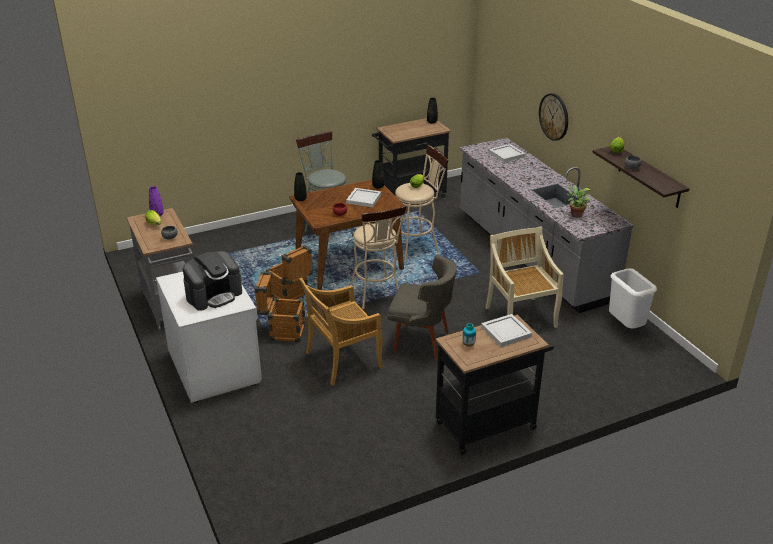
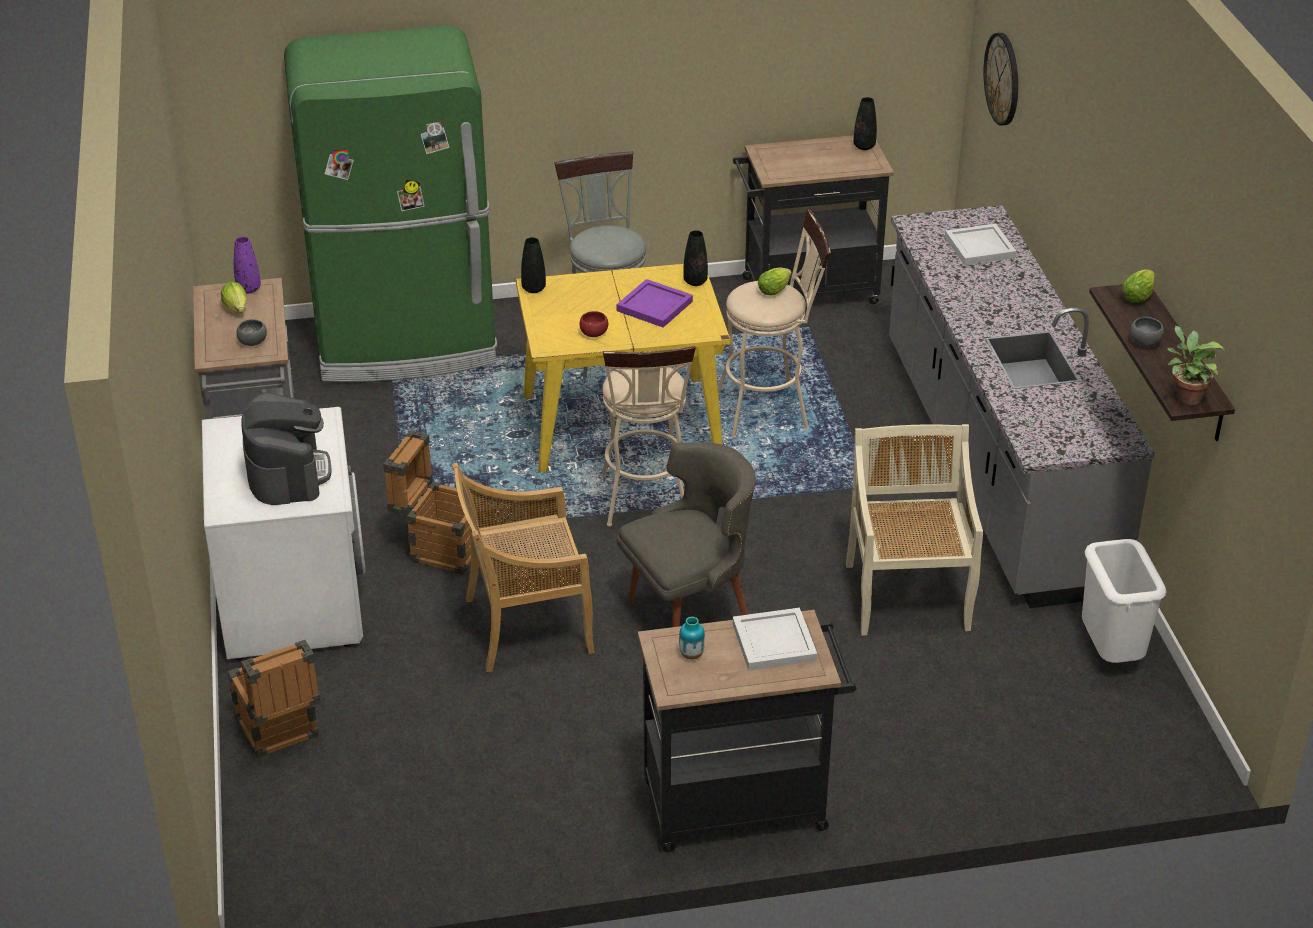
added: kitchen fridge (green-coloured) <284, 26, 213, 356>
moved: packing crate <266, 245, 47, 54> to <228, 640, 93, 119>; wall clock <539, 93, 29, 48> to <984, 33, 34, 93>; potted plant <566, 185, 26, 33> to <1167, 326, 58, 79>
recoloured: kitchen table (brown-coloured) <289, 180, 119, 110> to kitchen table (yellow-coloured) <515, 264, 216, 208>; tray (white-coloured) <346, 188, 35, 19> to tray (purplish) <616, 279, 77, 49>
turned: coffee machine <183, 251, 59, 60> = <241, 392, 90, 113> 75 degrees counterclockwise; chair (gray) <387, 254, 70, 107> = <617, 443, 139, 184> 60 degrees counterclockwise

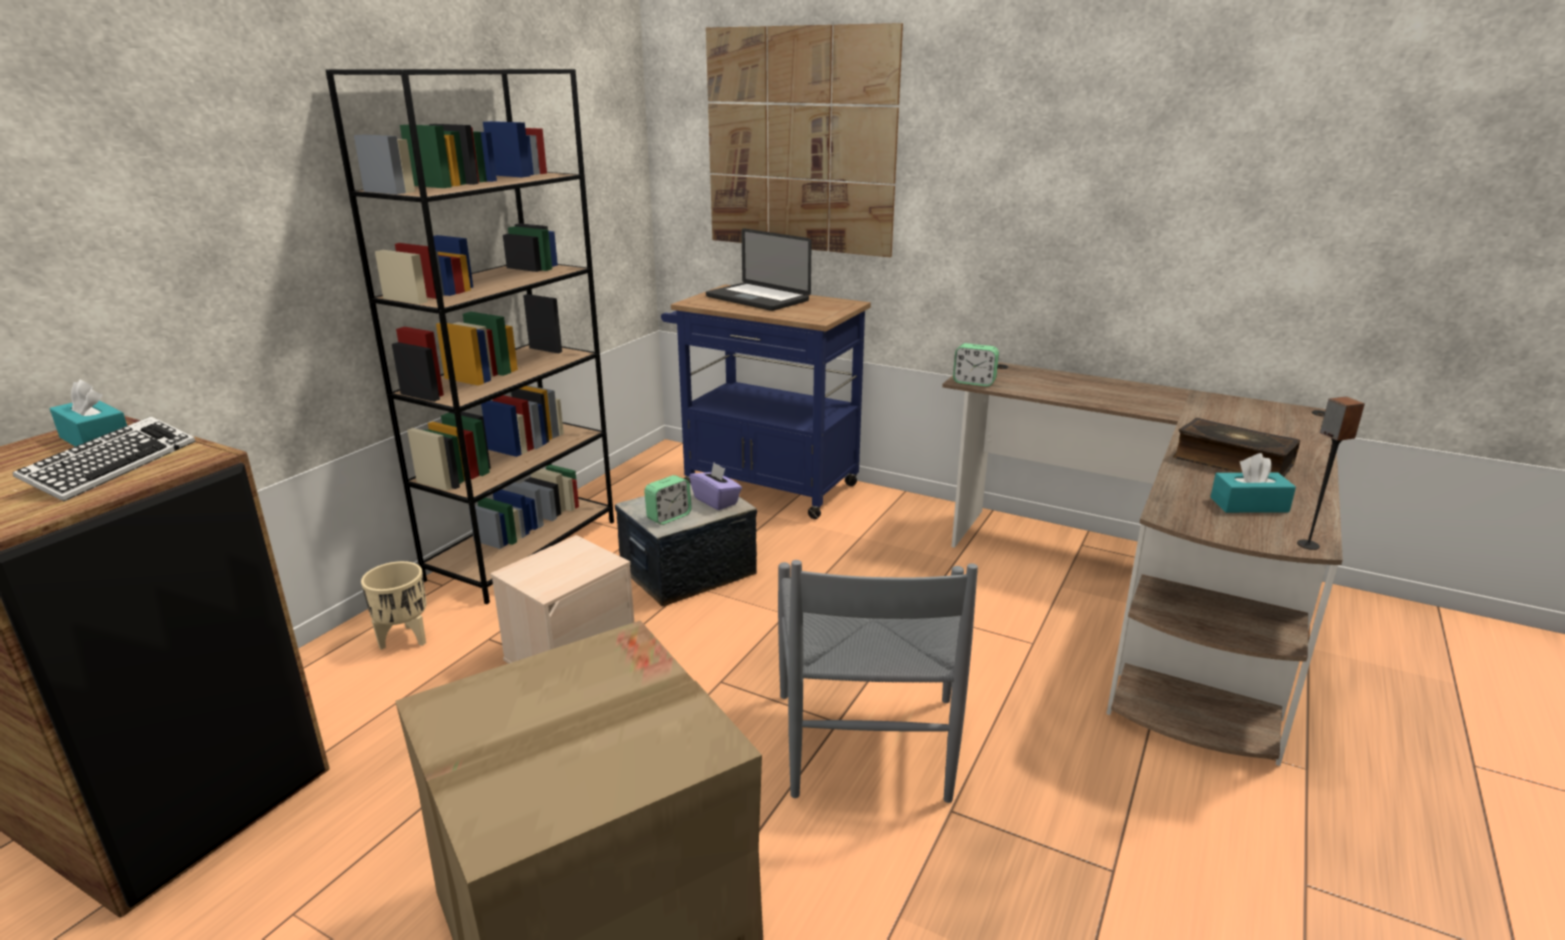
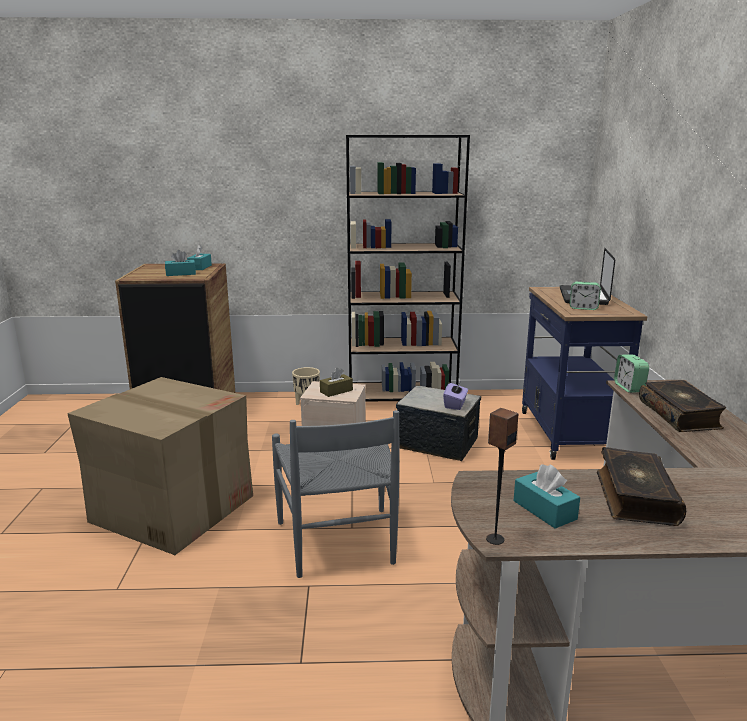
removed: picture <706, 23, 197, 234>
added: tissue holder (brown-coloured) <320, 368, 33, 29>; book <639, 380, 87, 52>
moved: alarm clock <644, 475, 47, 50> to <570, 282, 31, 28>
replaced: computer keyboard <13, 416, 182, 85> to tissue holder (turquoise-coloured) <165, 250, 31, 26>
turned: chair (gray) <778, 560, 200, 243> = <272, 410, 128, 168> 75 degrees counterclockwise

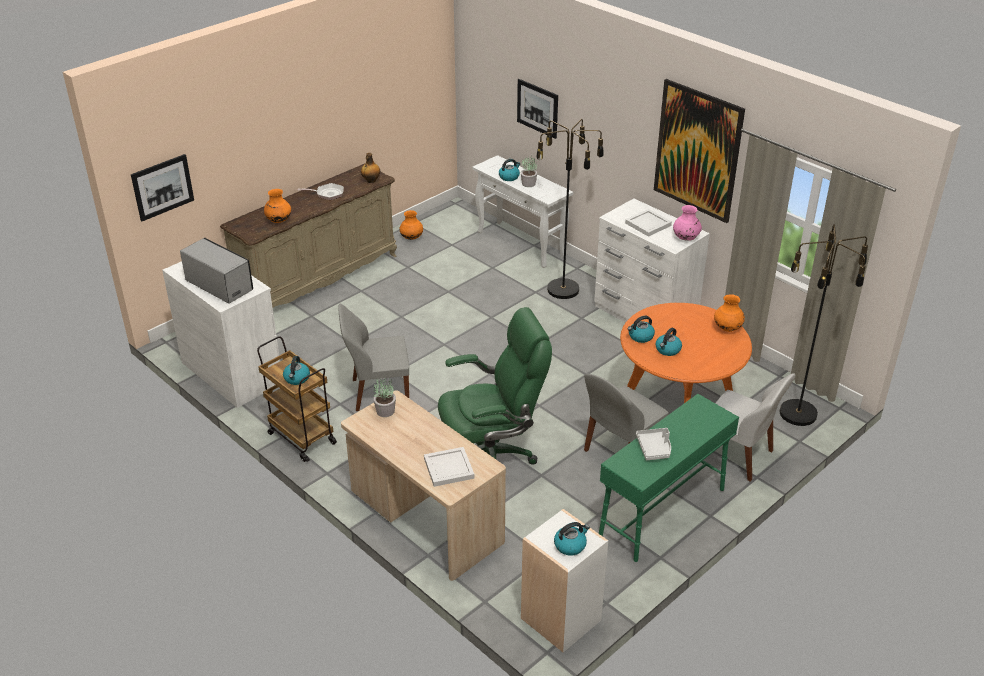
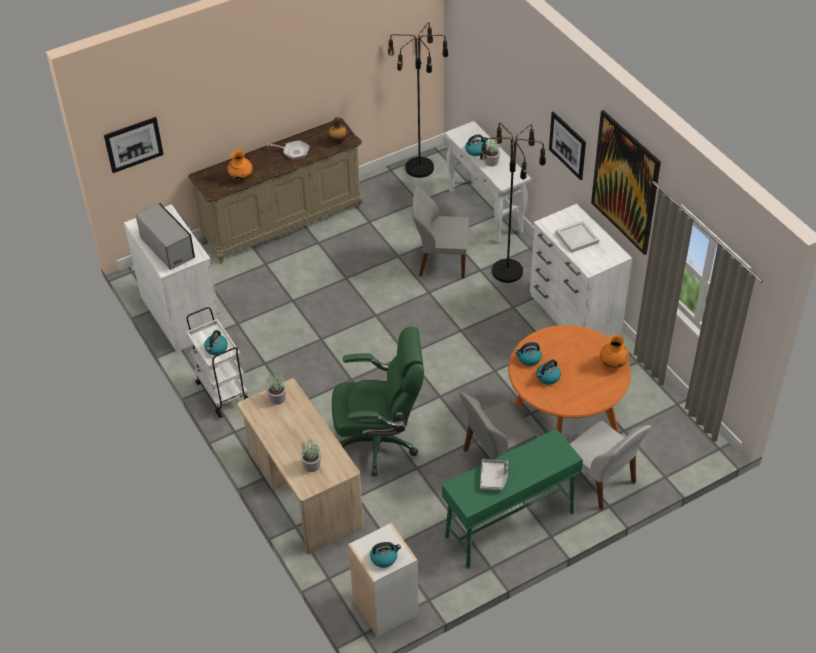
removed: vase (orange-coloured) <399, 210, 24, 30>; vase (pink-coloured) <673, 205, 29, 36>
moved: chair (gray) <338, 304, 71, 107> to <412, 186, 57, 92>; picture <517, 79, 41, 60> to <549, 111, 37, 69>; standard lamp <779, 224, 89, 202> to <388, 22, 60, 156>
replaced: tray (white-coloured) <424, 447, 51, 40> to potted plant <301, 438, 20, 34>
recoloured: cart (brown-coloured) <257, 336, 80, 126> to cart (white-coloured) <187, 307, 61, 111>

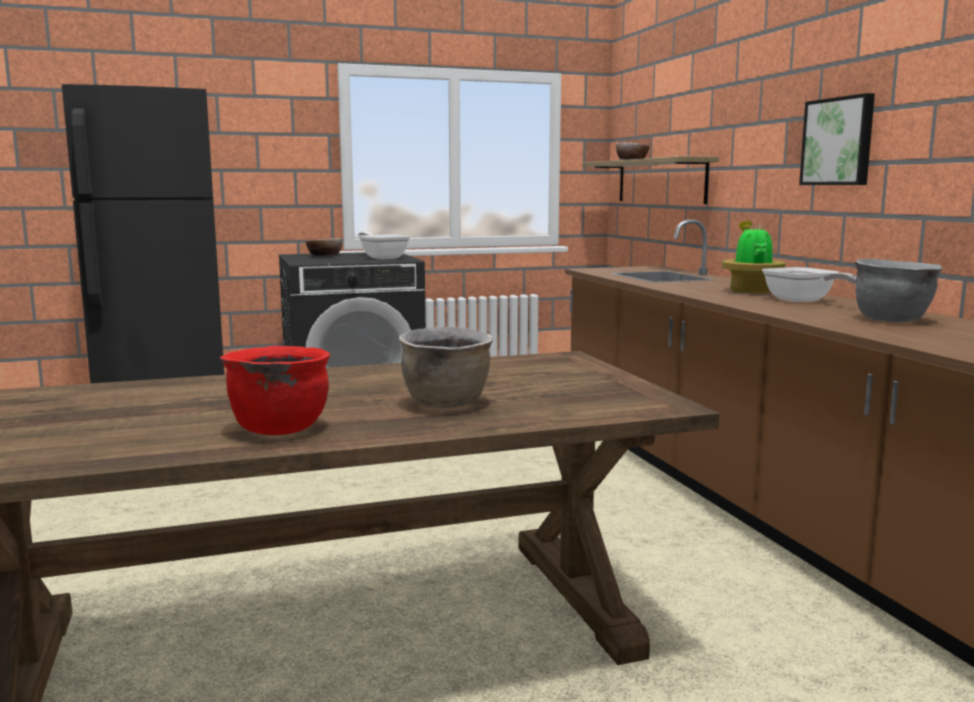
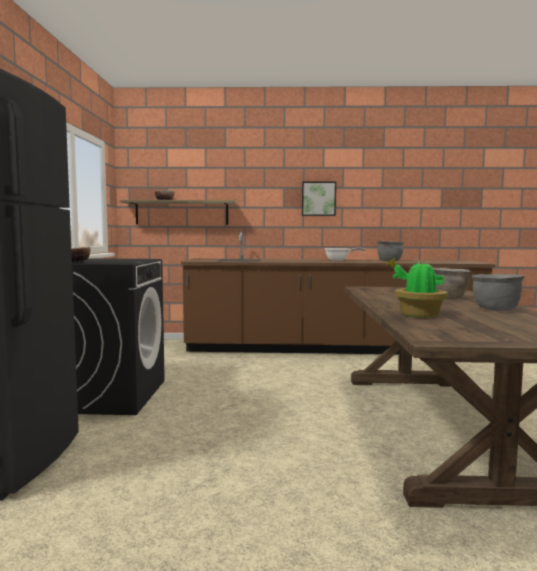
removed: skillet <358, 232, 52, 27>
moved: potted plant <722, 220, 64, 73> to <386, 258, 62, 60>
recoloured: saucepot (reddish) <220, 346, 110, 89> to saucepot (gray) <472, 274, 52, 37>

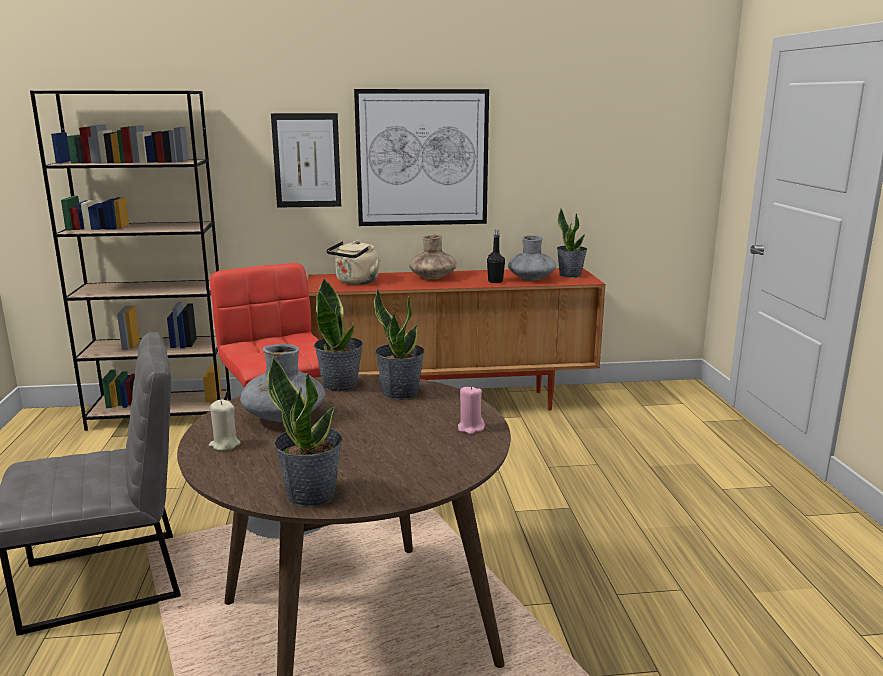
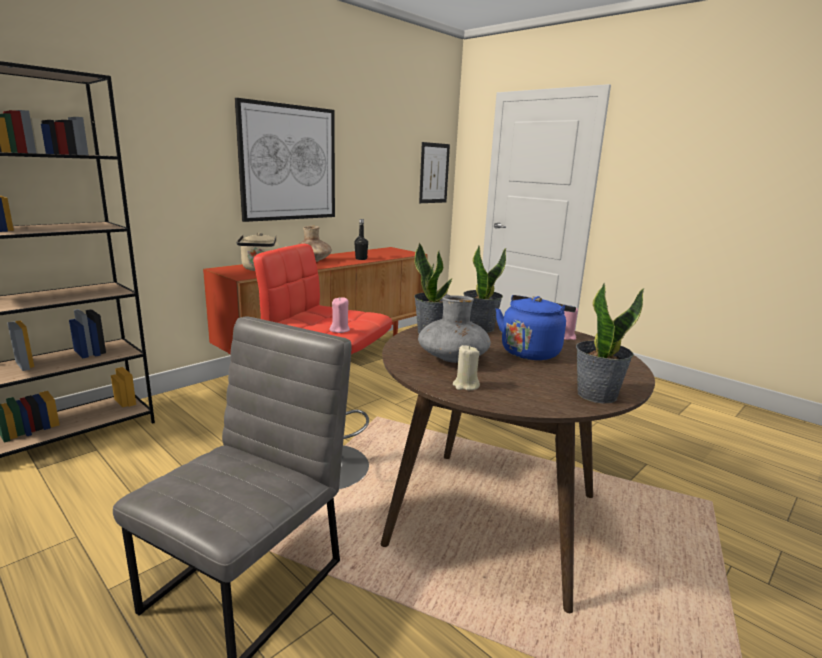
removed: vase (gray) <508, 235, 48, 46>; potted plant <557, 208, 30, 70>
added: wax candle (pink-coloured) <329, 297, 21, 36>; tea kettle (blue) <496, 295, 80, 65>
moved: picture <271, 113, 70, 95> to <419, 142, 31, 61>

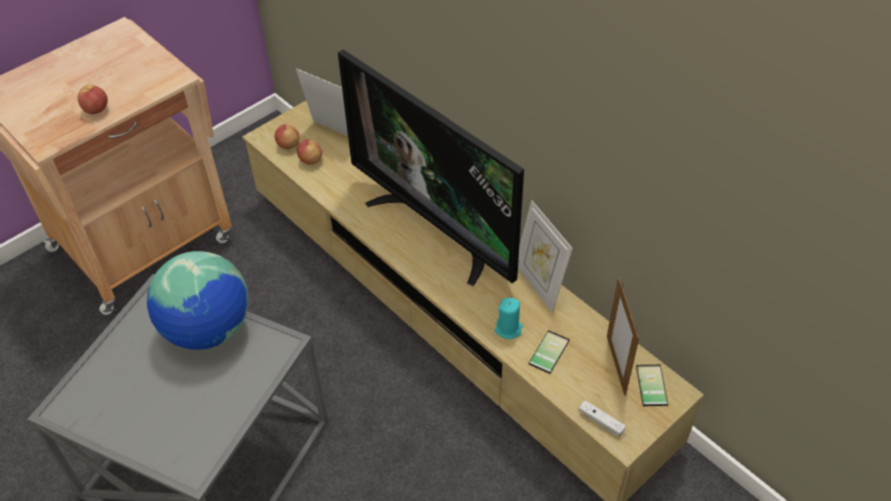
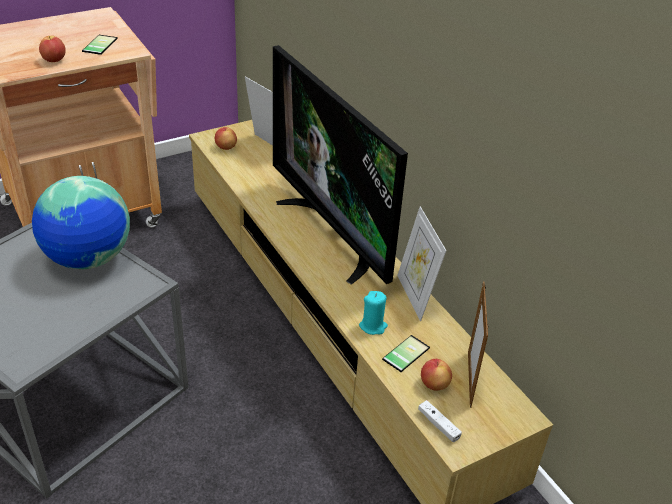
moved: whole apple <297, 139, 25, 26> to <421, 359, 31, 32>; handset <636, 365, 32, 41> to <82, 35, 36, 20>

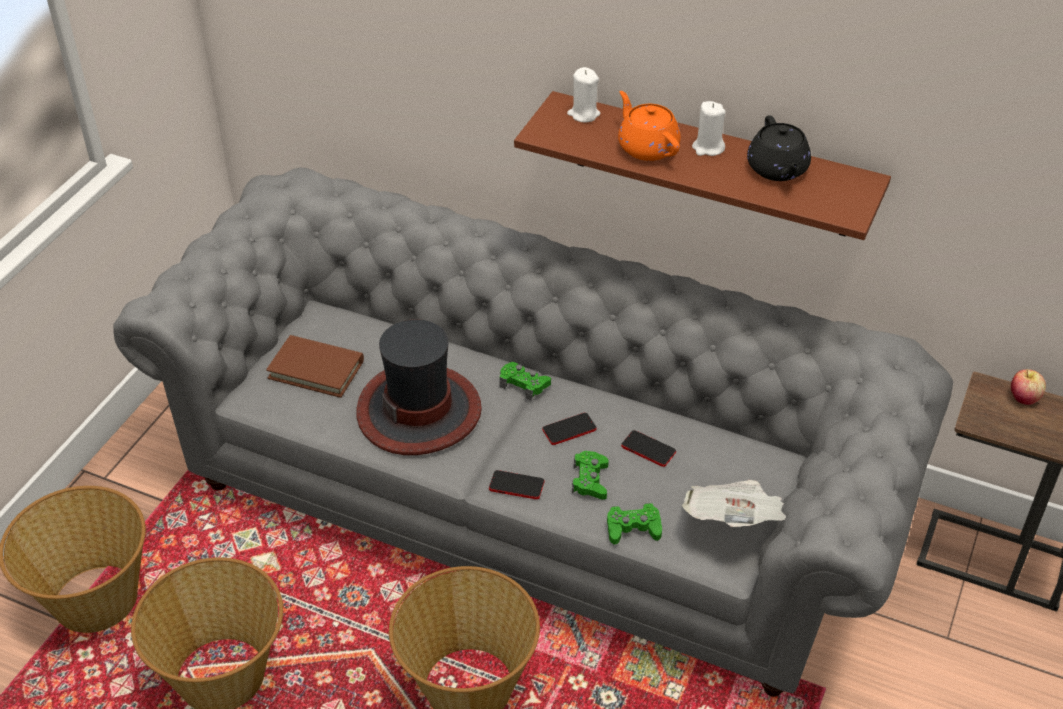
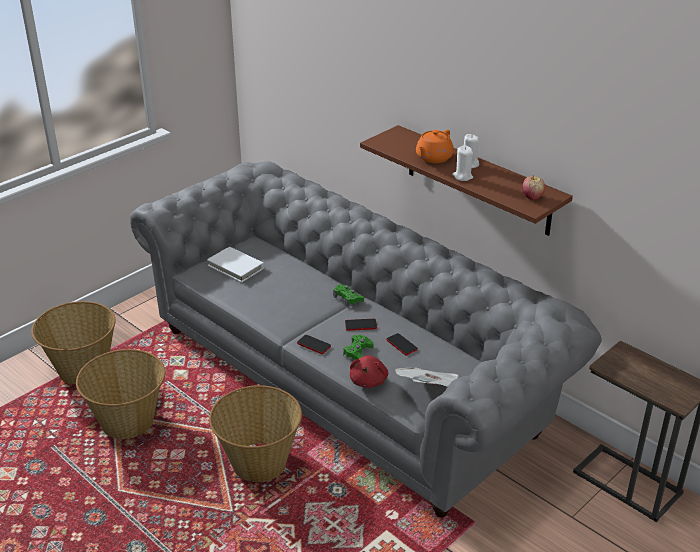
removed: hat <356, 319, 126, 136>; tea pot (black) <747, 115, 64, 66>
moved: wax candle (white-coloured) <567, 67, 34, 56> to <452, 146, 21, 35>; whole apple <1011, 369, 35, 36> to <522, 175, 23, 25>
replaced: game controller (green-coloured) <607, 503, 55, 41> to plush toy (reddish) <350, 355, 38, 33>
recoloured: book (brown-coloured) <266, 335, 98, 63> to book (white-coloured) <207, 247, 57, 36>
turned: tea pot (orange-coloured) <618, 91, 63, 70> = <416, 130, 38, 33> 135 degrees counterclockwise

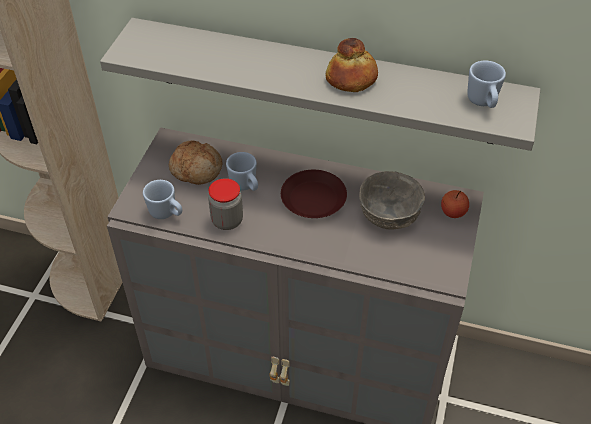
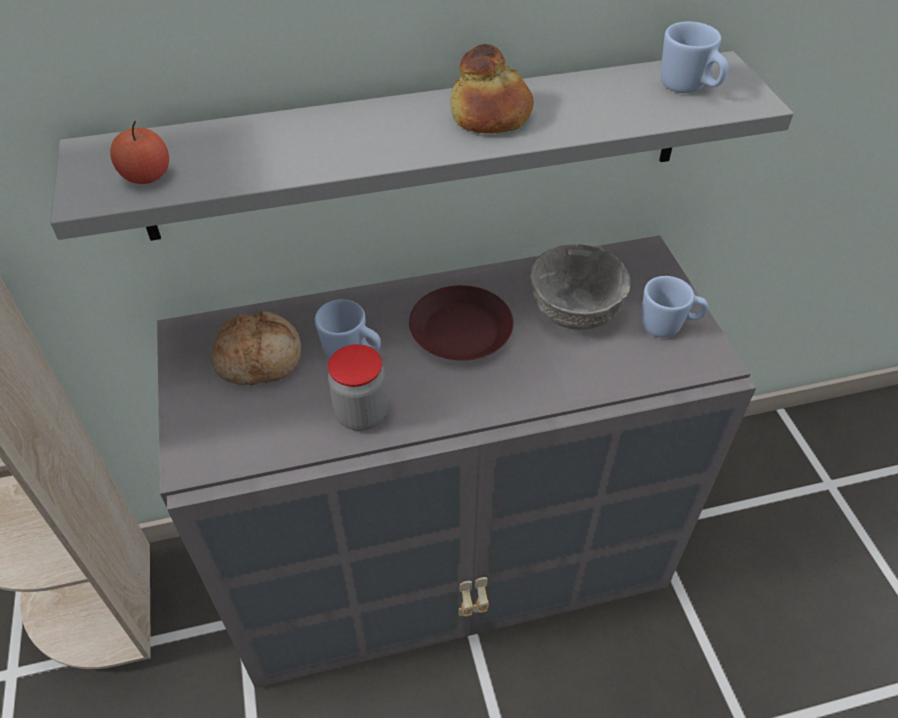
moved: coffee mug (blue) <143, 180, 39, 39> to <641, 276, 67, 62>; whole apple <441, 190, 28, 28> to <110, 120, 59, 64>

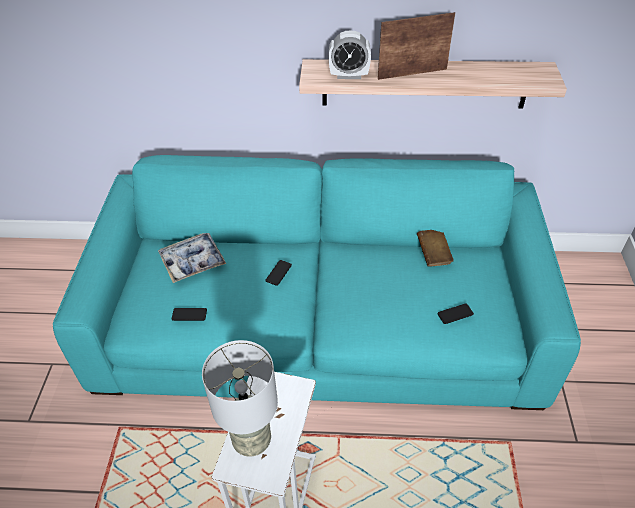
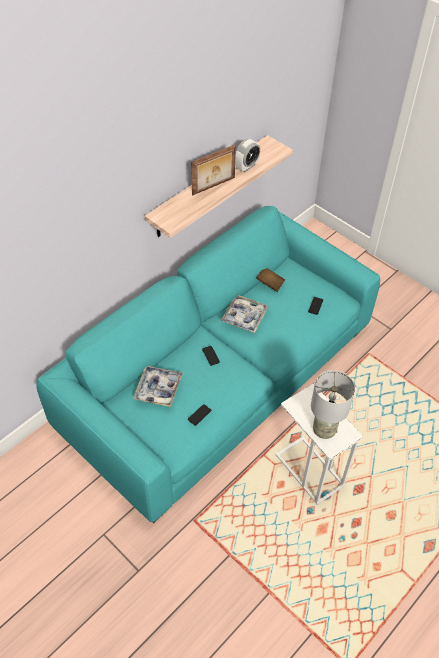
added: tray <221, 295, 47, 38>
moved: alarm clock <329, 31, 42, 48> to <235, 139, 25, 33>
turned: standing frame <378, 12, 77, 68> = <191, 145, 45, 50> 150 degrees counterclockwise

